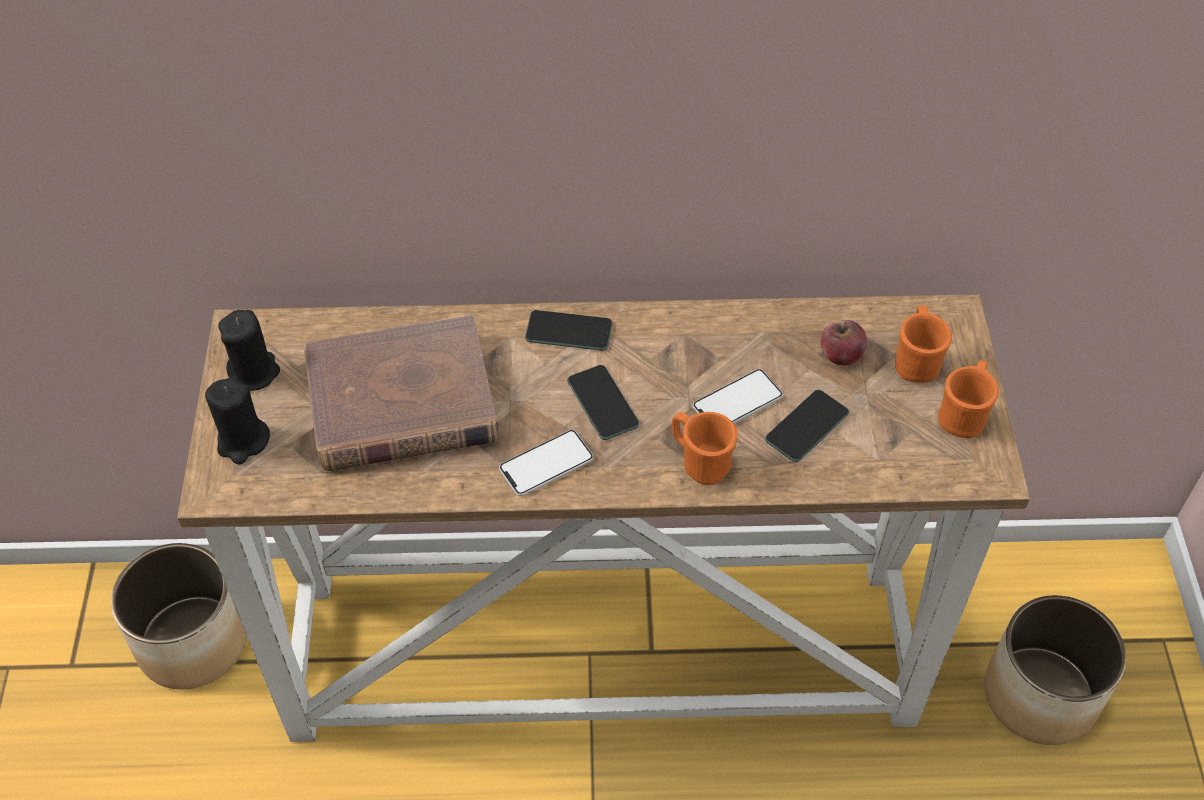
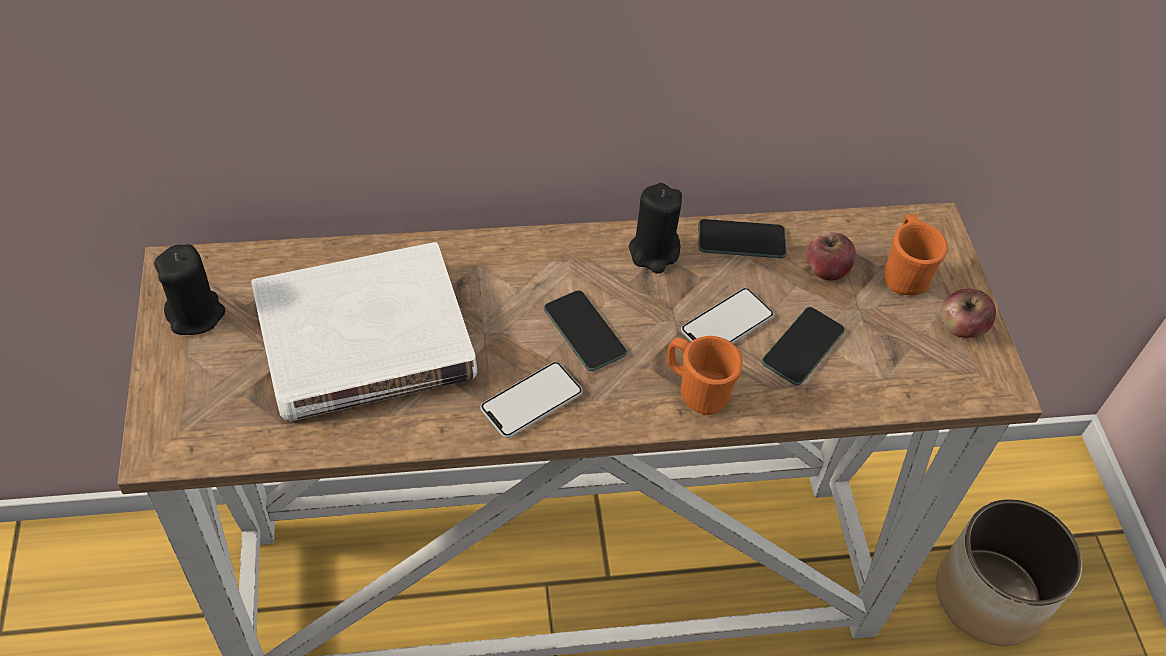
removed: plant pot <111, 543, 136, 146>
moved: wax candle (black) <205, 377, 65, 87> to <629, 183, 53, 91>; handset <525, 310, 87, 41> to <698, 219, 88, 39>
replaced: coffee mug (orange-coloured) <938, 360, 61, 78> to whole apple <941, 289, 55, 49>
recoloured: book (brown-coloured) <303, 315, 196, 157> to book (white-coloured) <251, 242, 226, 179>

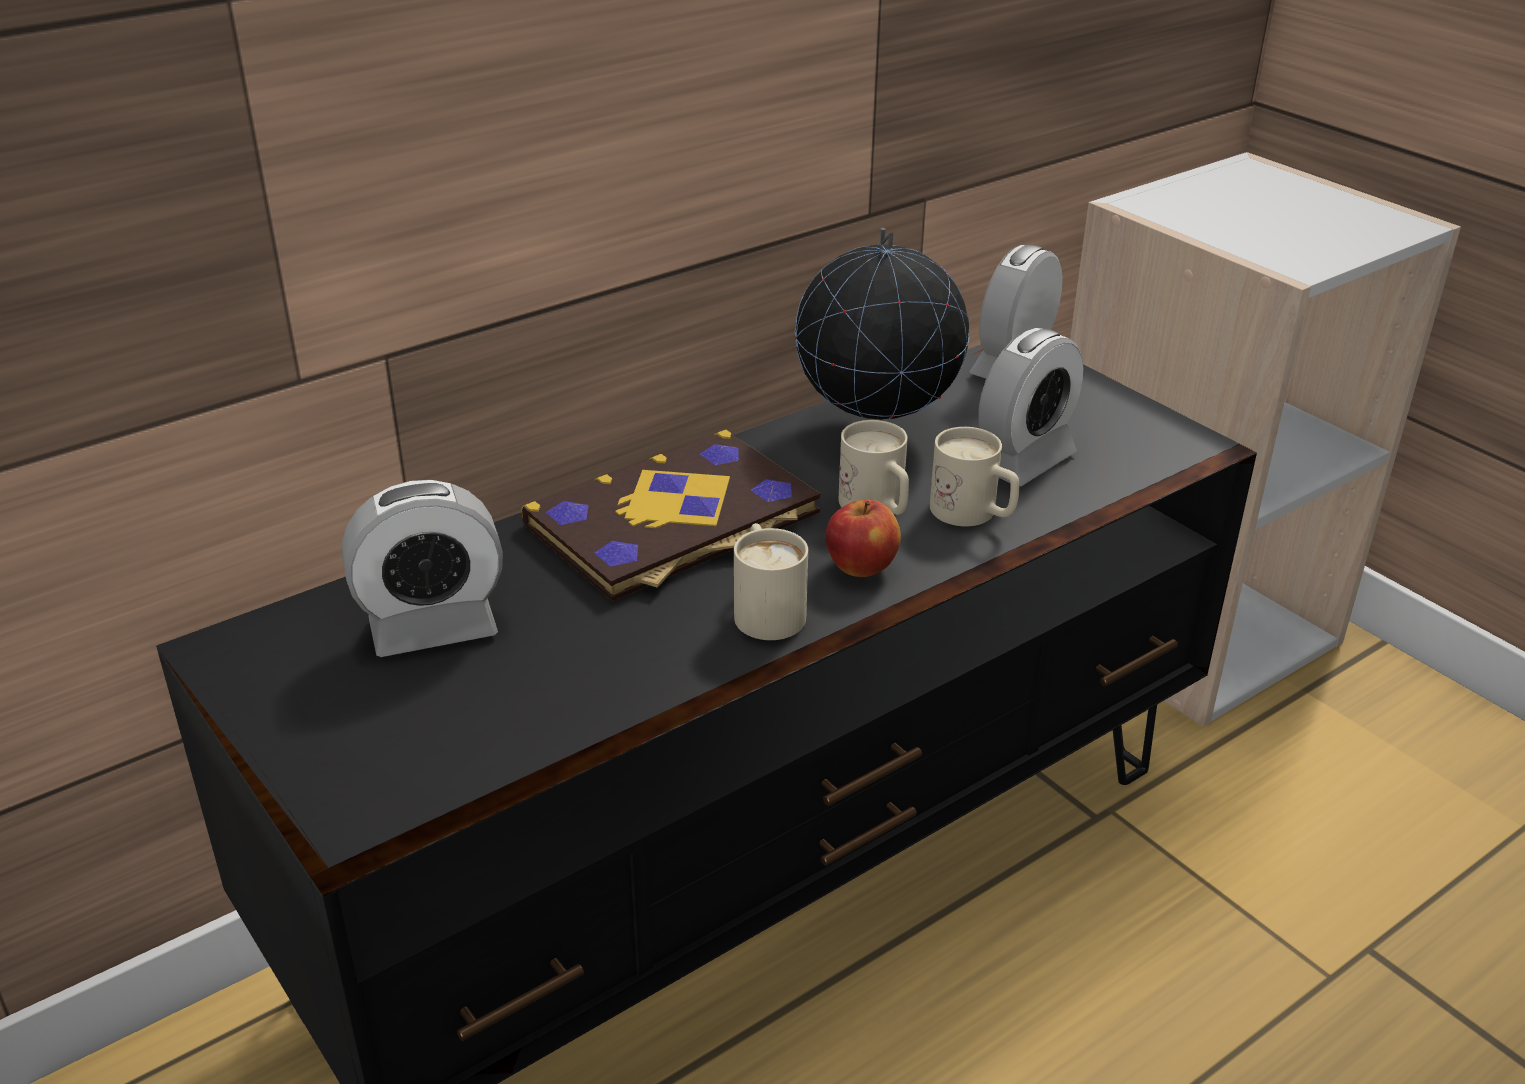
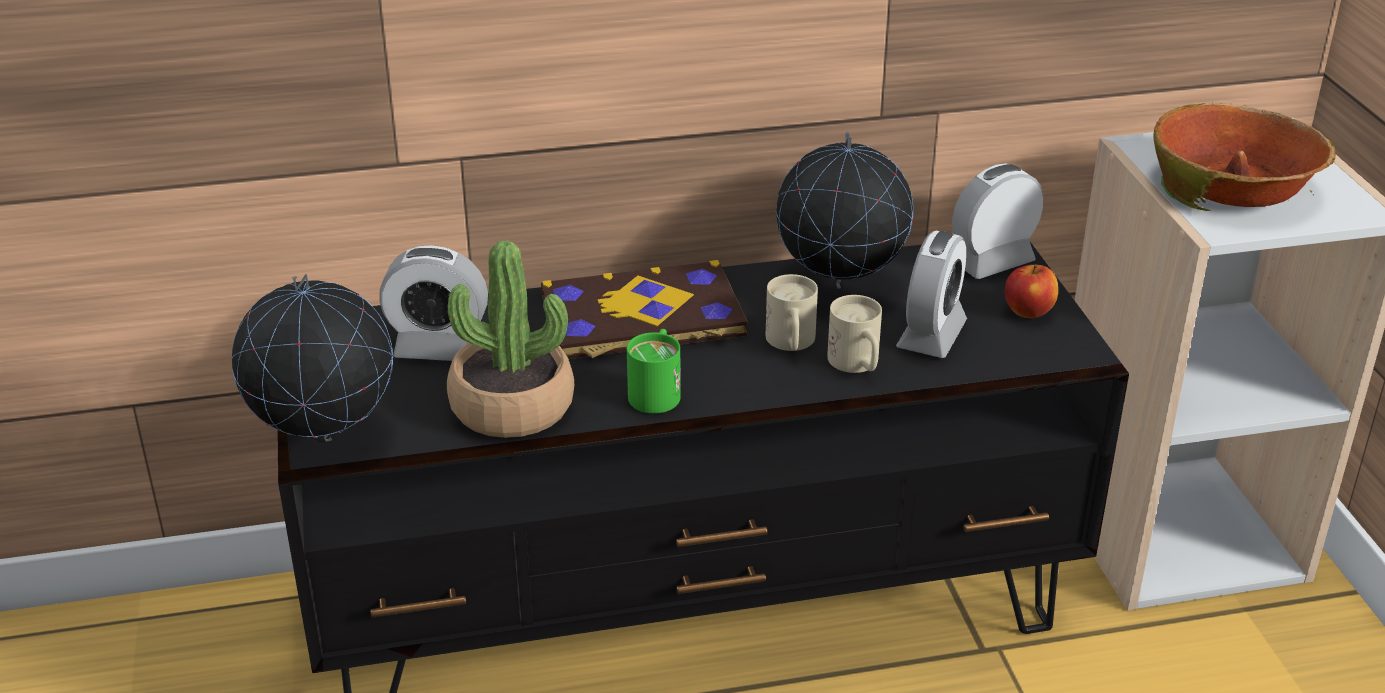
added: world globe <232, 274, 161, 168>; potted plant <447, 240, 127, 198>; bowl <1153, 103, 183, 108>
moved: whole apple <825, 499, 76, 78> to <1005, 264, 53, 54>
recoloured: coffee mug (sand-coloured) <734, 523, 74, 117> to coffee mug (green-coloured) <627, 329, 54, 85>
turned: alarm clock <978, 328, 106, 158> = <896, 231, 71, 127> 45 degrees counterclockwise

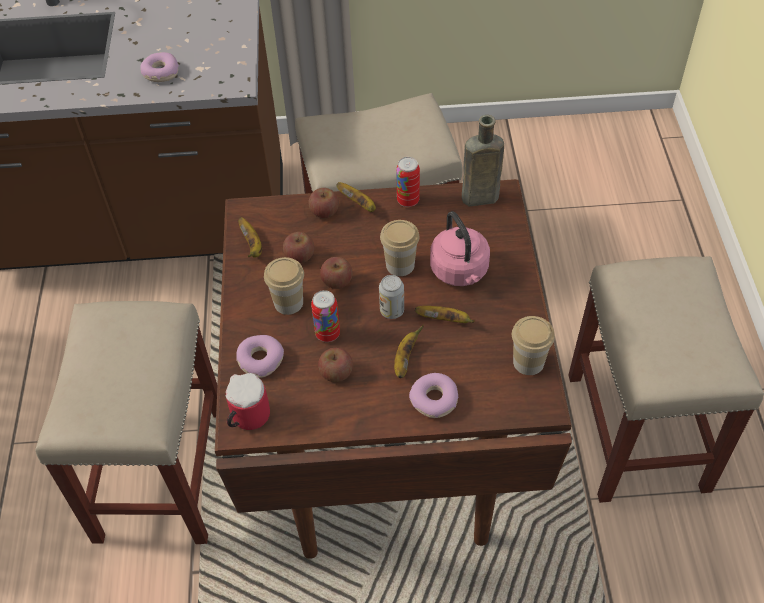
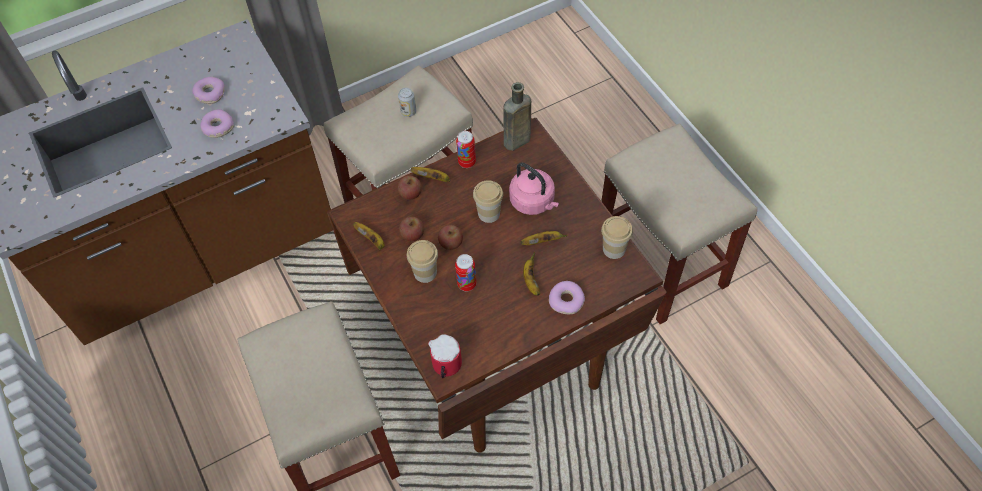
removed: whole apple <318, 348, 35, 34>
moved: doughnut <236, 335, 48, 43> to <192, 77, 33, 27>; can <379, 275, 25, 44> to <398, 88, 18, 29>

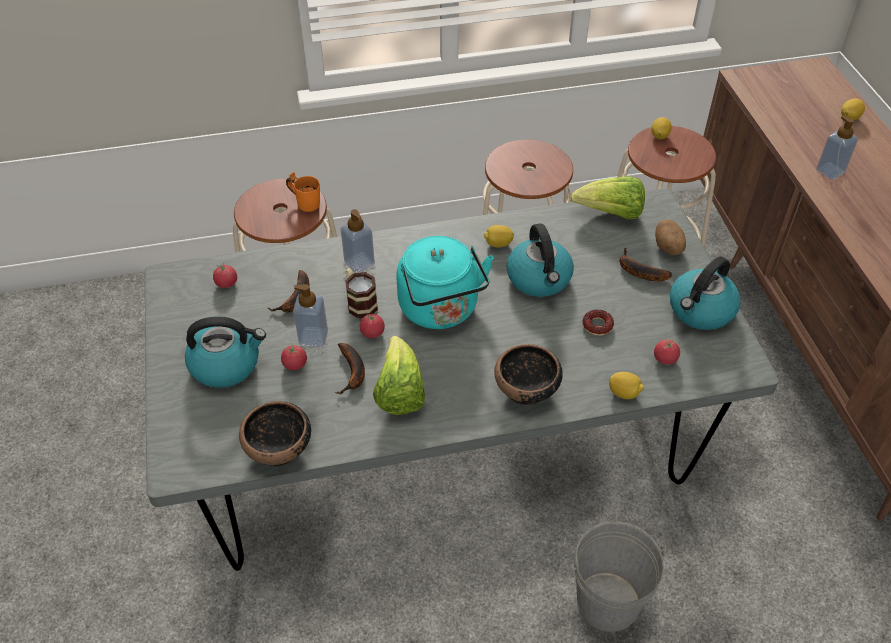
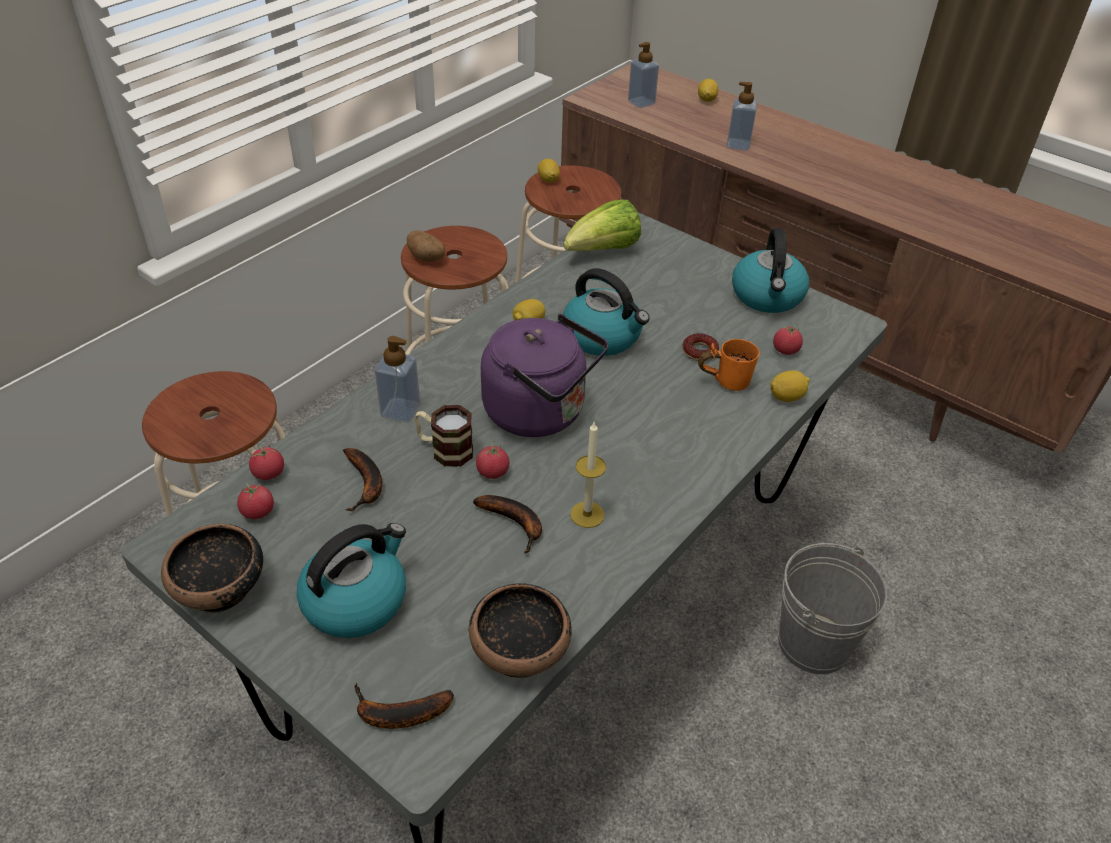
moved: fresh tomato <281, 343, 26, 27> to <249, 445, 35, 35>; coffee mug (orange-coloured) <286, 172, 34, 40> to <698, 339, 61, 52>; soap dispenser <293, 284, 35, 63> to <628, 42, 31, 66>; bowl <494, 344, 69, 61> to <161, 524, 102, 89>; whole banana <619, 247, 53, 34> to <354, 683, 100, 46>; whole potato <655, 219, 31, 36> to <407, 230, 38, 32>
replaced: lettuce <373, 336, 52, 79> to wax candle <570, 422, 36, 106>
recoloured: tea kettle (turquoise-coloured) <396, 236, 98, 93> to tea kettle (purplish) <481, 314, 127, 123>

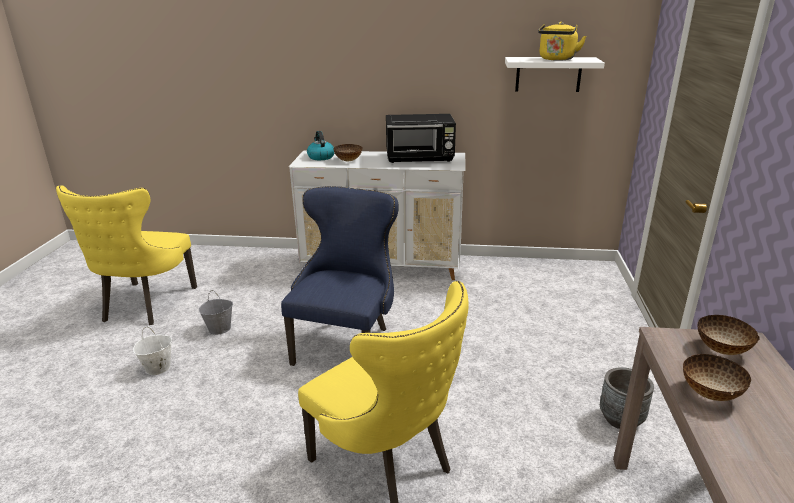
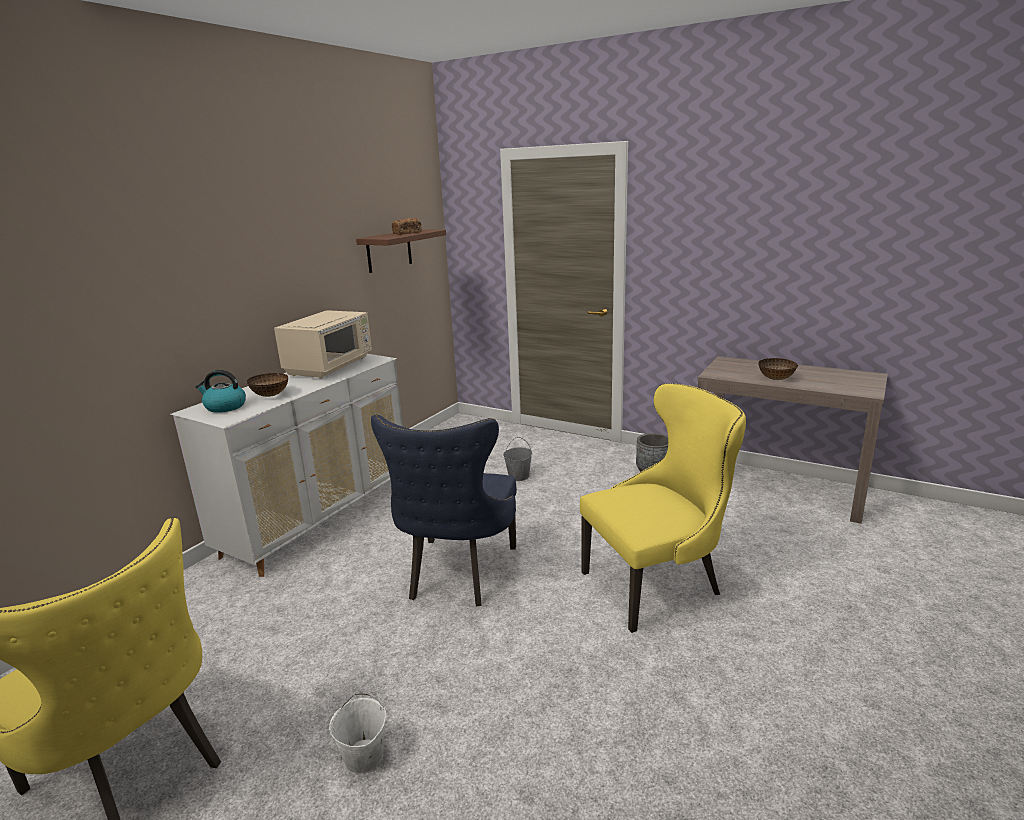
removed: bowl <698, 315, 62, 40>
moved: water bucket (gray) <199, 290, 34, 45> to <503, 437, 29, 44>
replaced: tea kettle (yellow-coloured) <538, 22, 48, 38> to baked bread <392, 218, 30, 17>
recoloured: microwave (black) <386, 114, 70, 49> to microwave (sand-coloured) <274, 310, 98, 69>; shelf (white-coloured) <505, 57, 100, 35> to shelf (brown-coloured) <356, 229, 90, 44>
turned: chair (blue) <281, 186, 118, 180> = <371, 414, 146, 193> 120 degrees counterclockwise

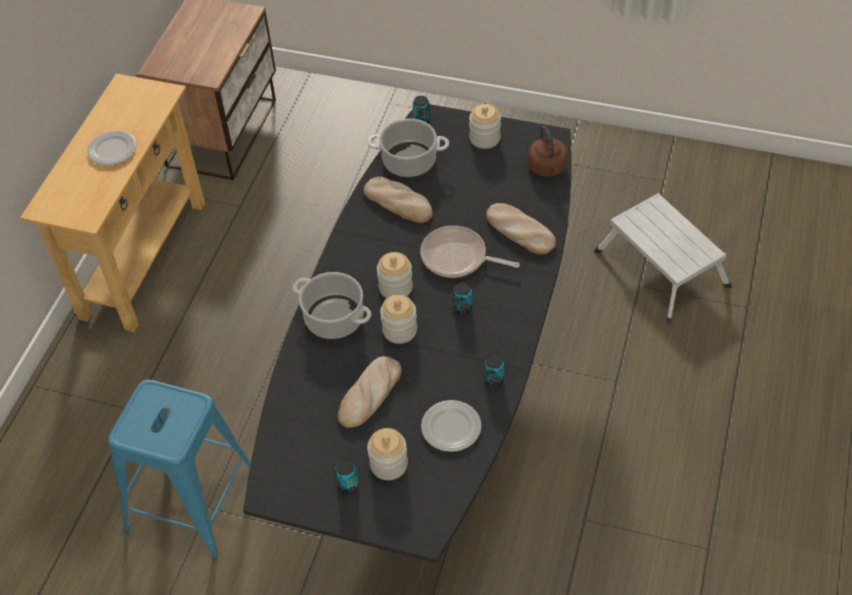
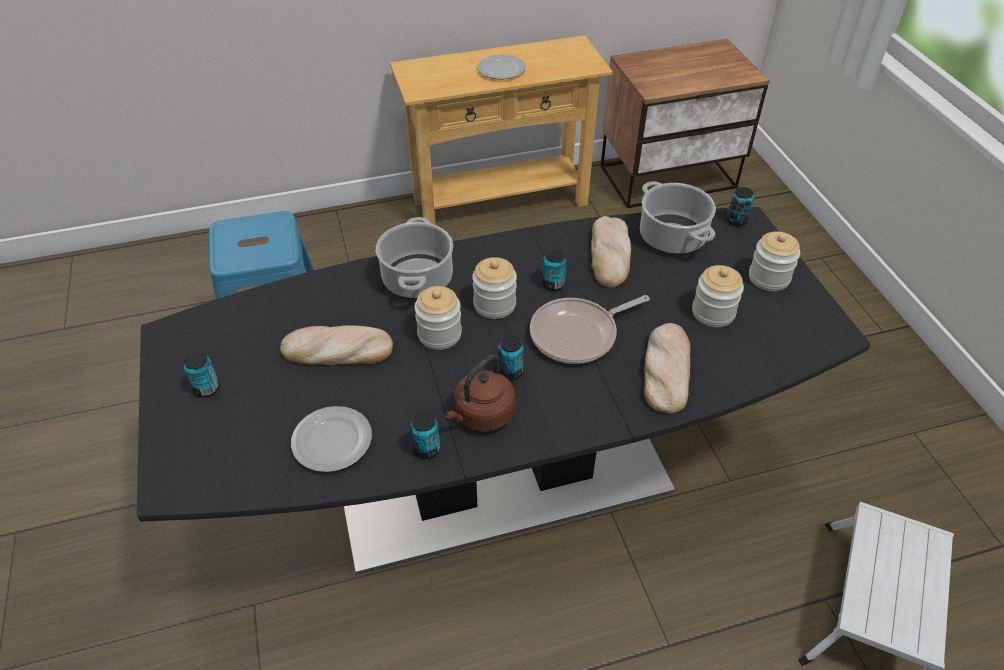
added: can <542, 249, 24, 42>
moved: preserve jar <367, 428, 41, 52> to <692, 265, 52, 62>; tea kettle (brown-coloured) <528, 126, 40, 51> to <445, 355, 70, 77>
turned: skillet <420, 226, 100, 52> = <530, 295, 120, 69> 105 degrees counterclockwise

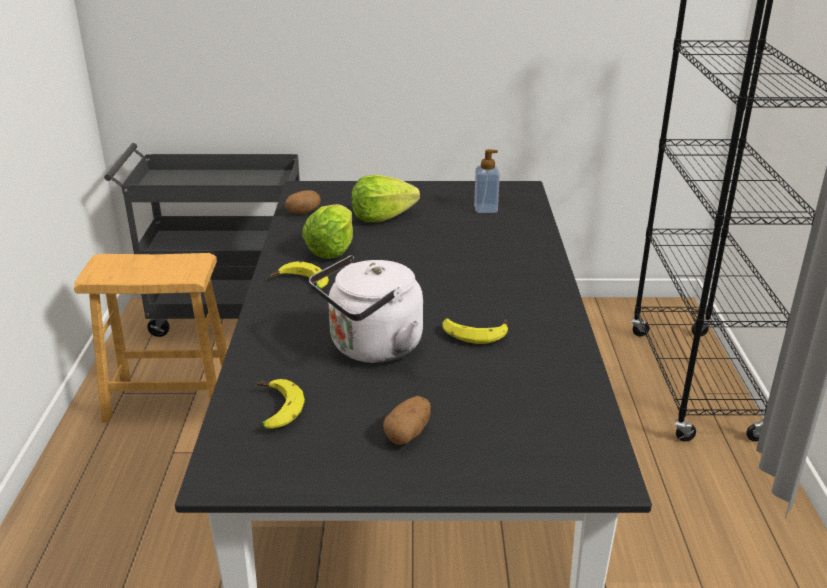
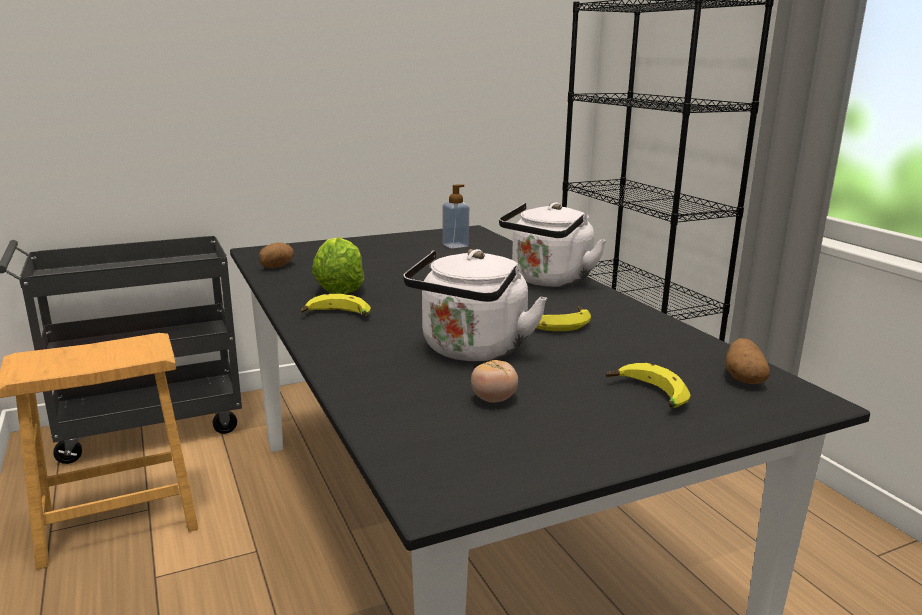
removed: lettuce <352, 175, 68, 47>
added: fresh tomato <471, 360, 47, 43>; tea kettle (white-coloured) <499, 202, 108, 85>
moved: whole banana <257, 379, 48, 50> to <606, 363, 85, 45>; whole potato <383, 396, 48, 49> to <726, 338, 44, 46>

